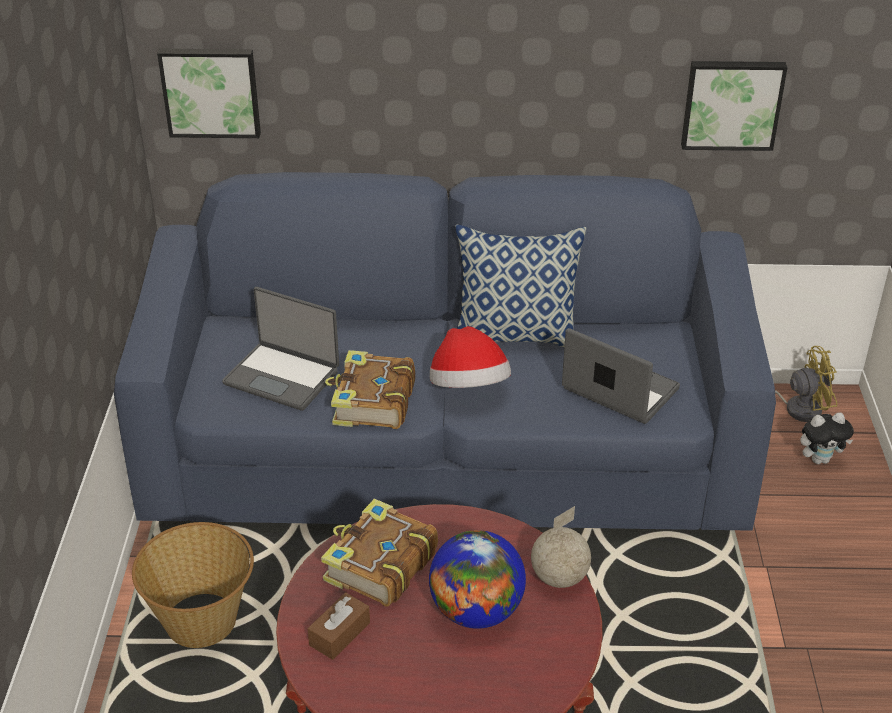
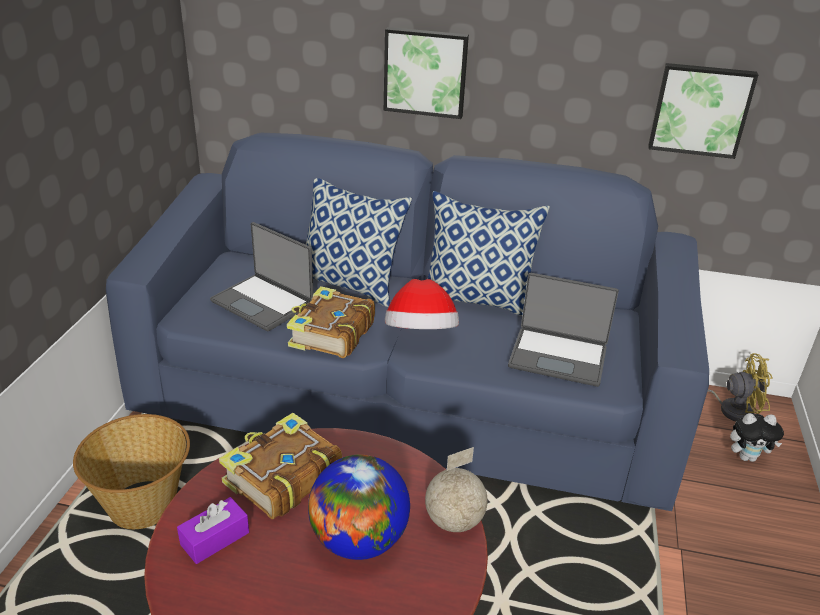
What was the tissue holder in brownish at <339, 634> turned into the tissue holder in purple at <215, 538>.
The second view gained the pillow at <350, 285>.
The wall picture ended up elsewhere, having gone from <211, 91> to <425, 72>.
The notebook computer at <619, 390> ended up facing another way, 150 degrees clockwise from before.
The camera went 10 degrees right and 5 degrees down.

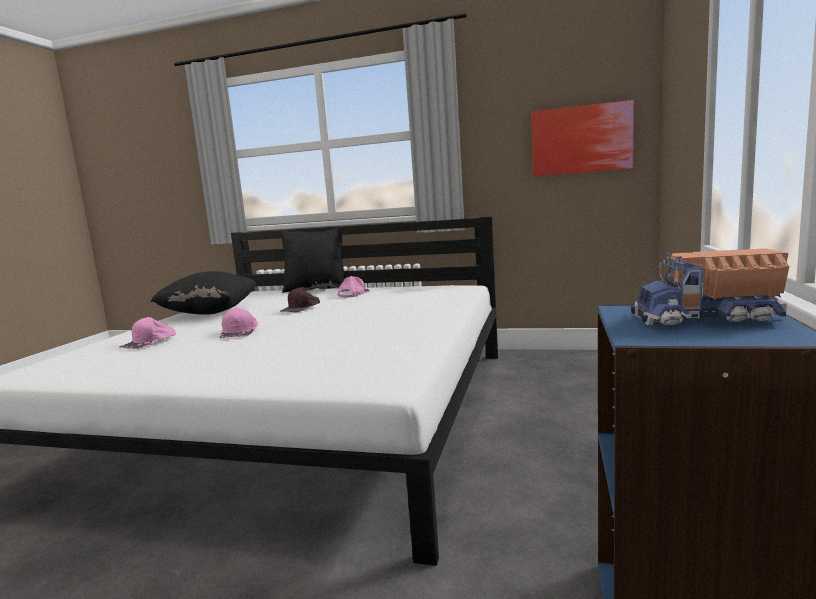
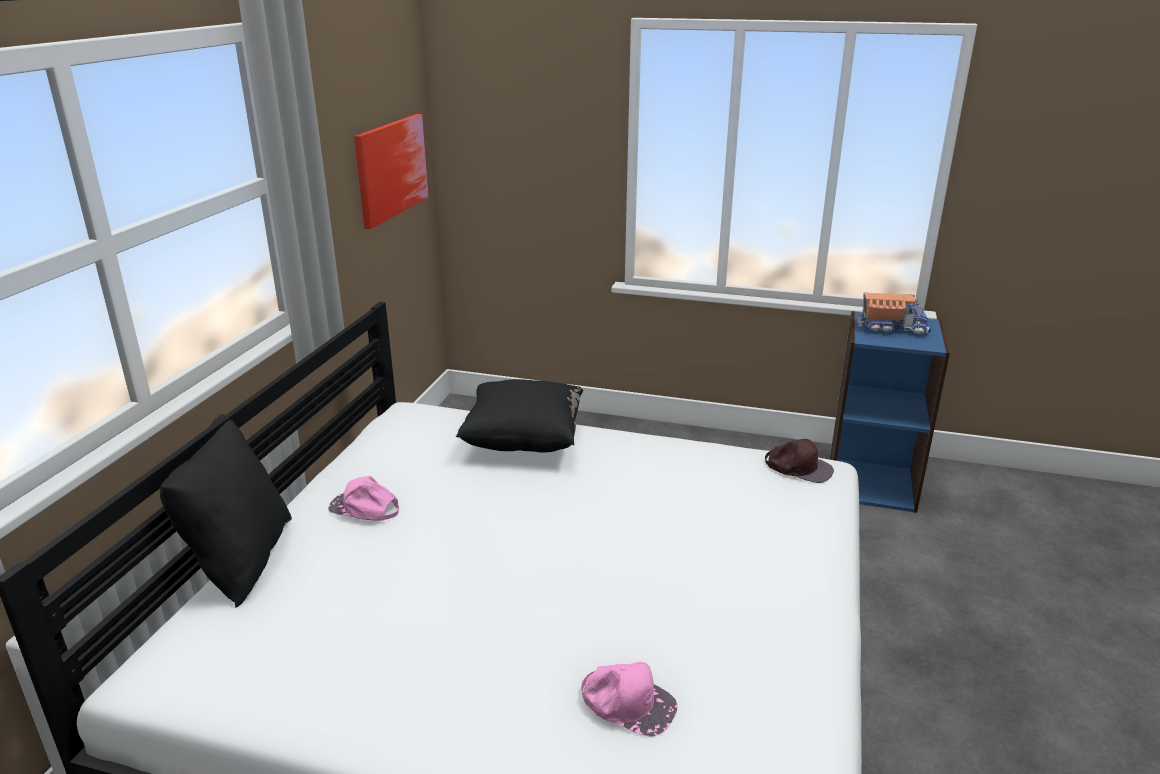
The pillow in black-coloured ended up elsewhere, having gone from <210, 312> to <523, 442>.
The peaked cap in brownish ended up elsewhere, having gone from <301, 308> to <798, 467>.
The model truck at <707, 318> ended up facing another way, 90 degrees counterclockwise from before.
The second view lost the peaked cap in pinkish at <240, 331>.
The camera went 90 degrees left and 15 degrees up.

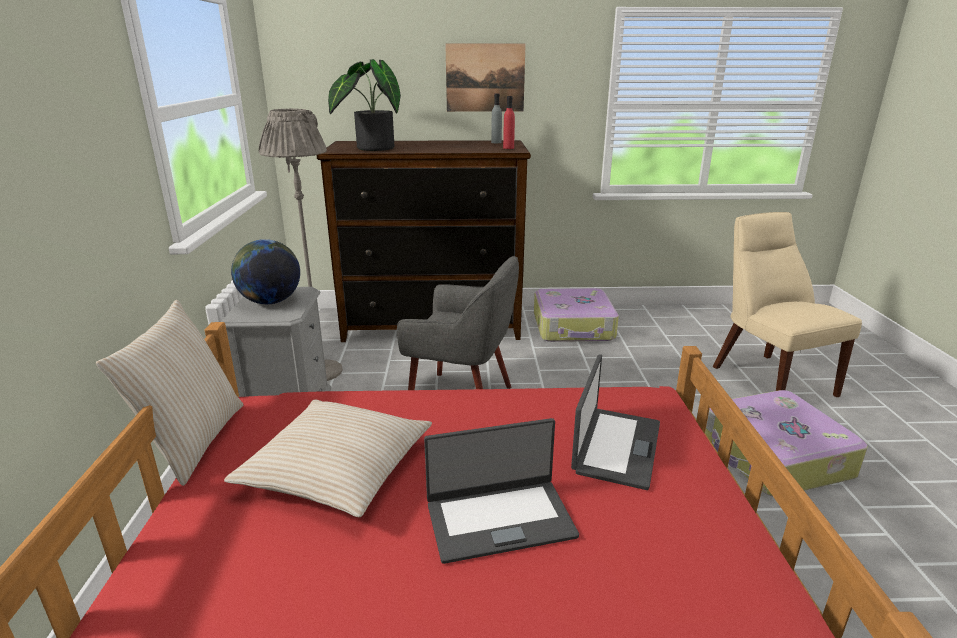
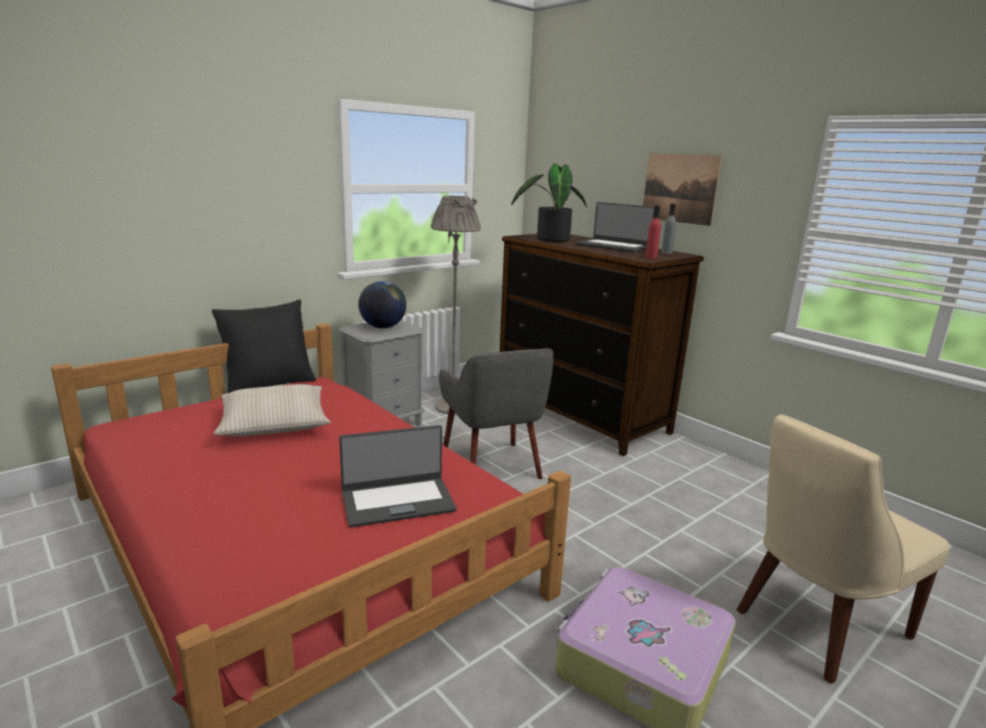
What was the pillow in beige-coloured at <193, 441> turned into the pillow in black-coloured at <269, 384>.
The notebook computer ended up elsewhere, having gone from <499, 519> to <613, 246>.
The chair in beige-coloured at <768, 378> ended up facing another way, 150 degrees counterclockwise from before.
The second view lost the suitcase at <574, 327>.
The camera went 50 degrees right and 5 degrees down.

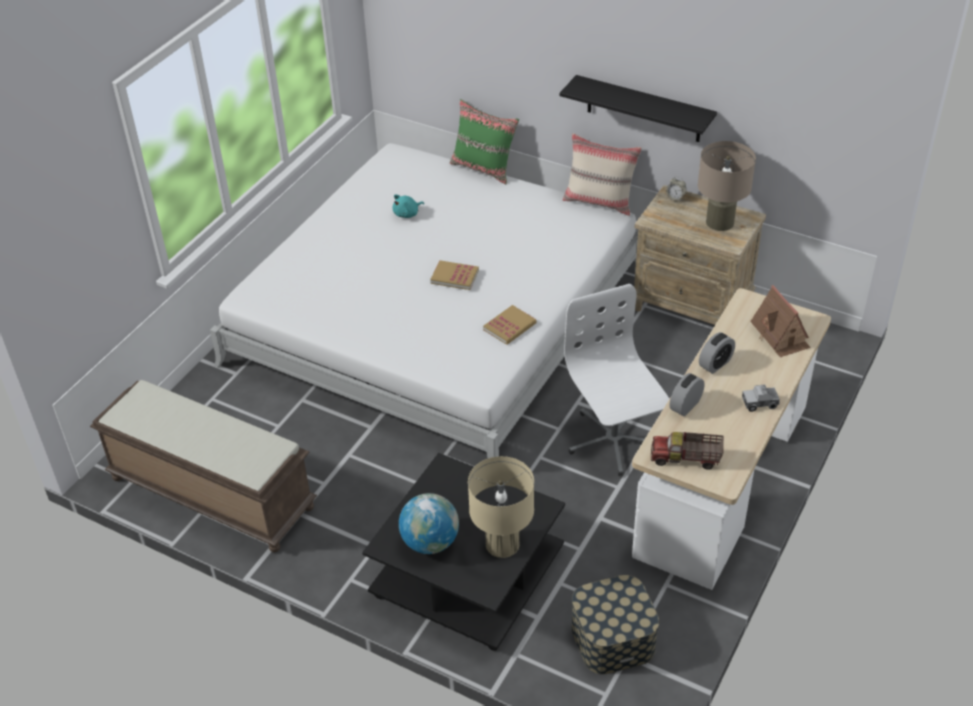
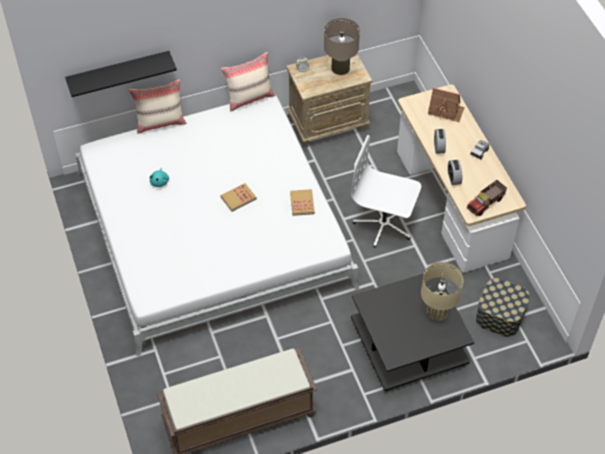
The shelf in black-coloured ended up elsewhere, having gone from <643, 109> to <119, 73>.
What was the pillow in green-coloured at <484, 168> turned into the pillow in beige-coloured at <160, 122>.
The second view lost the world globe at <430, 542>.
The camera went 50 degrees left and 10 degrees up.

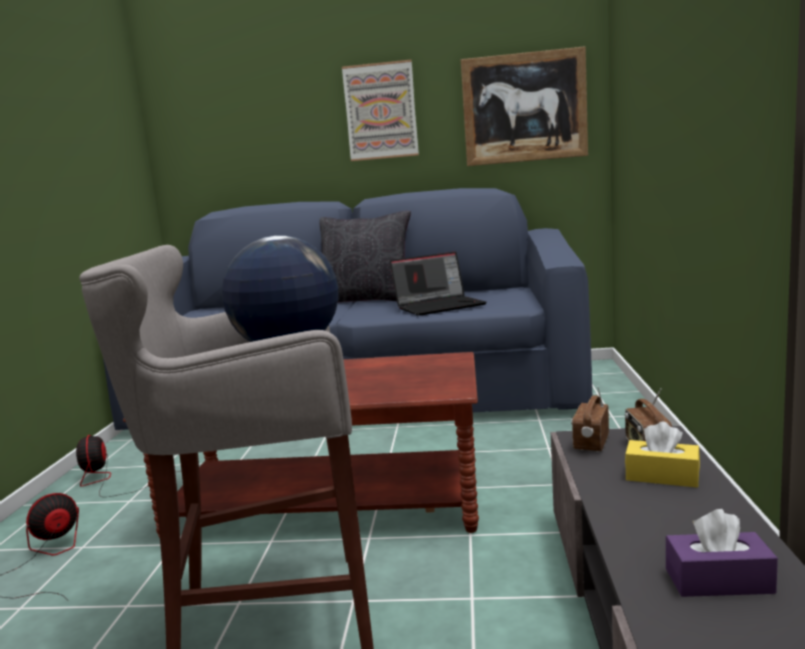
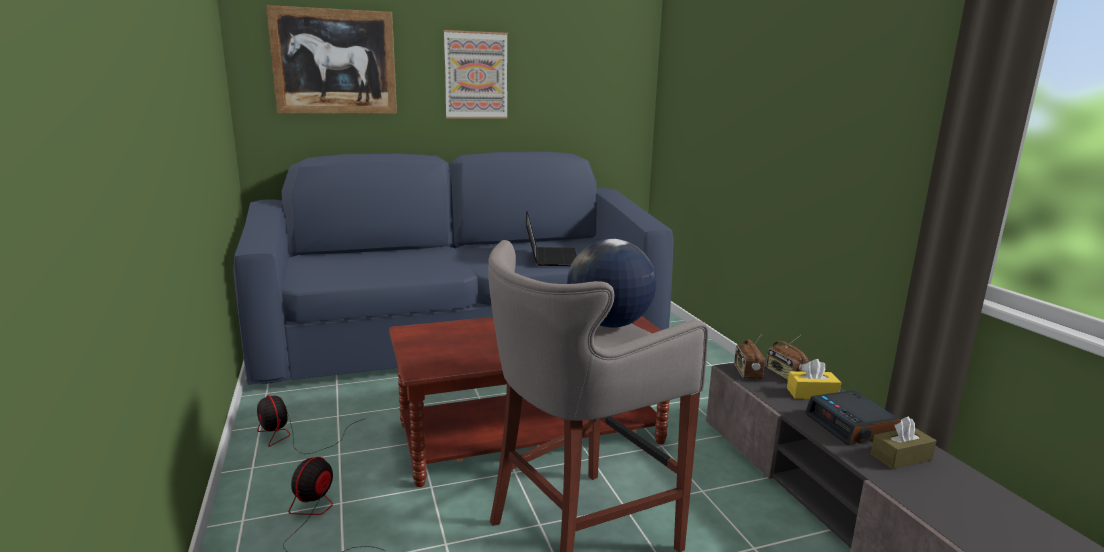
The wall picture ended up elsewhere, having gone from <524, 108> to <334, 62>.
The notebook computer at <440, 306> ended up facing another way, 45 degrees counterclockwise from before.
The second view gained the table clock at <851, 426>.
What was the tissue holder in purple at <718, 581> turned into the tissue holder in brownish at <901, 457>.
The second view lost the pillow in black-coloured at <366, 300>.
The camera went 25 degrees left and 5 degrees up.

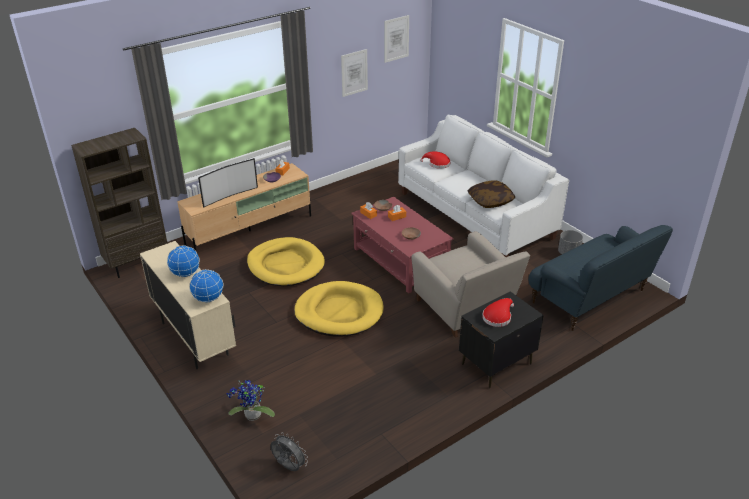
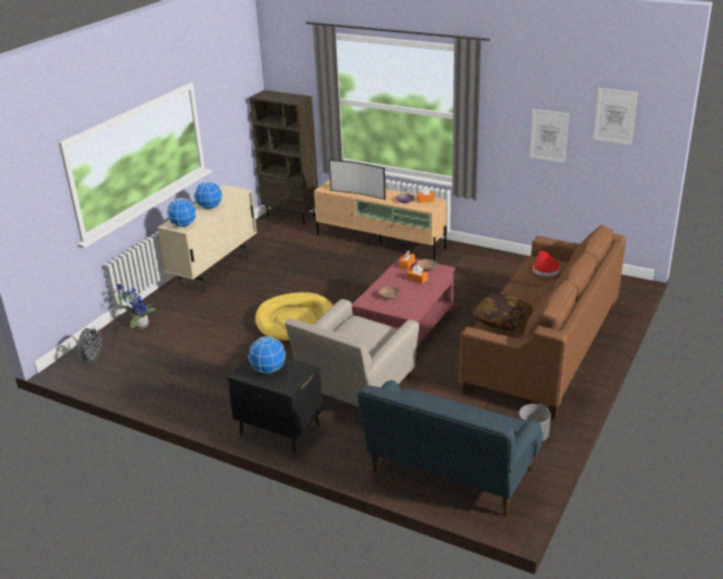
Where the hat in reddish stood at <498, 317>, the world globe came to stand at <268, 370>.
What was the settee in white-coloured at <475, 215> turned into the settee in brownish at <542, 349>.
The second view lost the pet bed in yellowish at <285, 265>.
The camera went 65 degrees right and 5 degrees down.

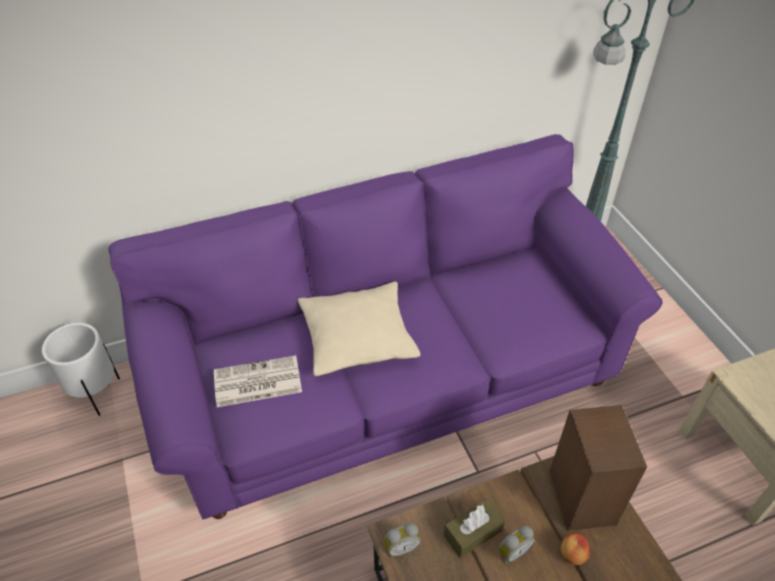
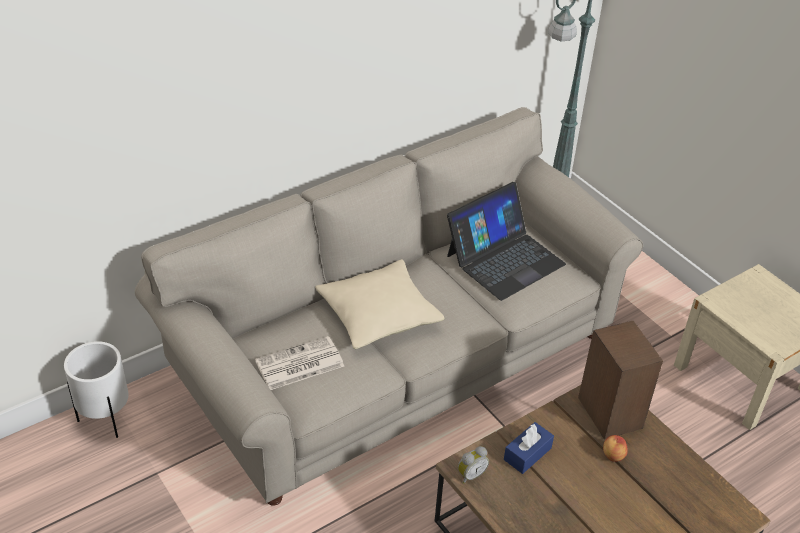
What was the settee in purple at <387, 374> turned into the settee in beige-coloured at <395, 357>.
The second view gained the notebook computer at <504, 259>.
What was the tissue holder in brownish at <473, 533> turned into the tissue holder in blue at <527, 454>.
The second view lost the table clock at <512, 552>.
The camera went 15 degrees left and 5 degrees down.

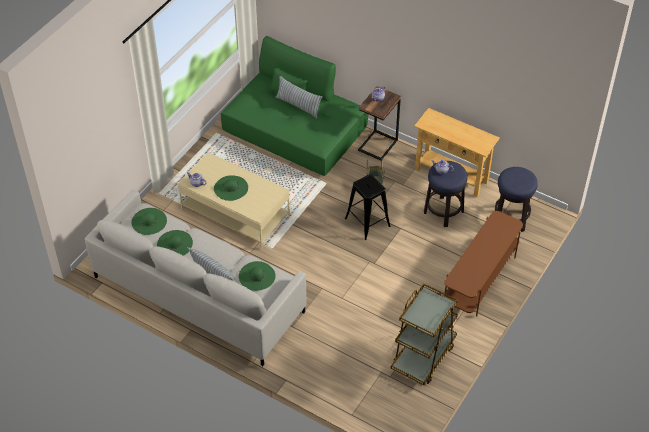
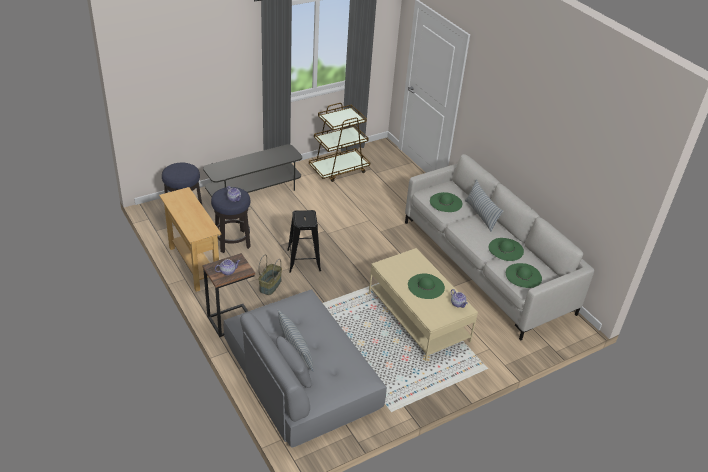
What was the tv stand in brownish at <480, 279> turned into the tv stand in grey at <254, 191>.
What was the settee in green-coloured at <295, 129> turned into the settee in grey at <300, 375>.
The camera went 155 degrees left and 10 degrees down.

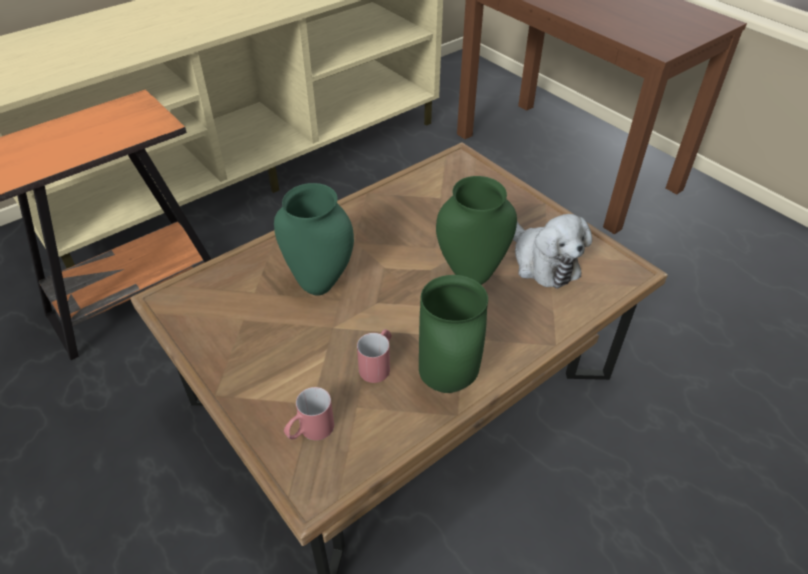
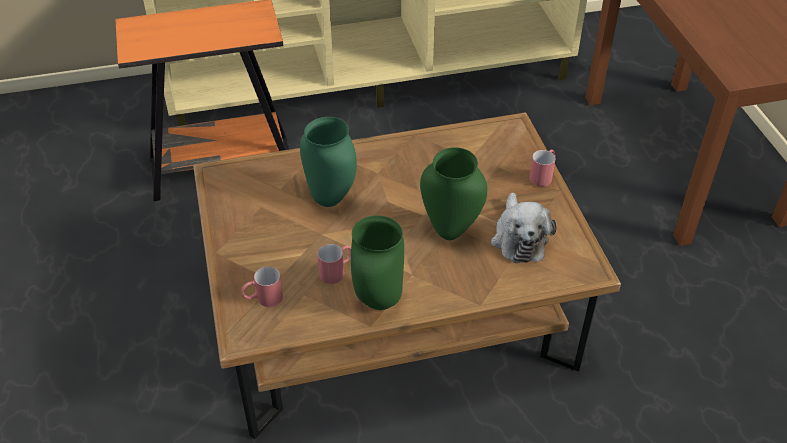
The second view gained the mug in reddish at <543, 175>.
The camera went 25 degrees right and 0 degrees up.

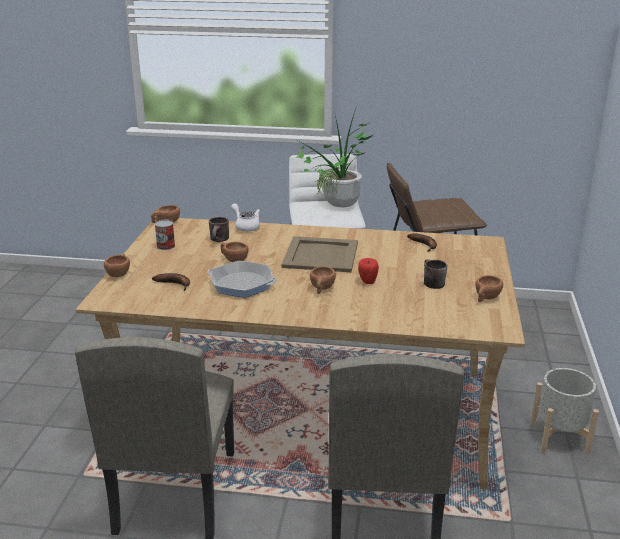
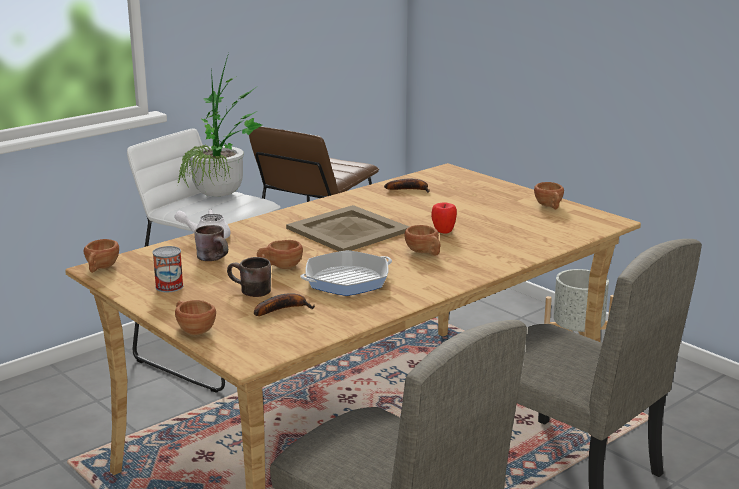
The mug in brownish ended up elsewhere, having gone from <430, 283> to <249, 292>.
The camera went 50 degrees left and 5 degrees down.

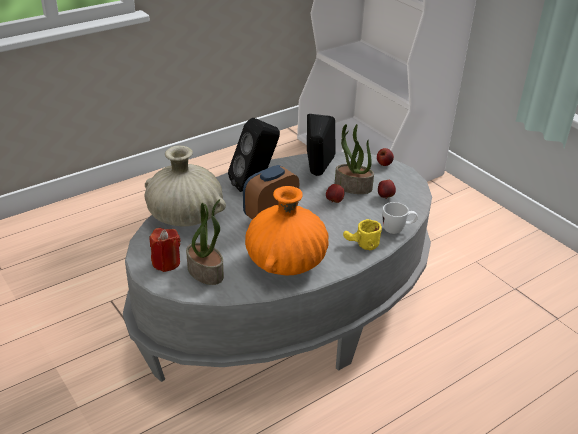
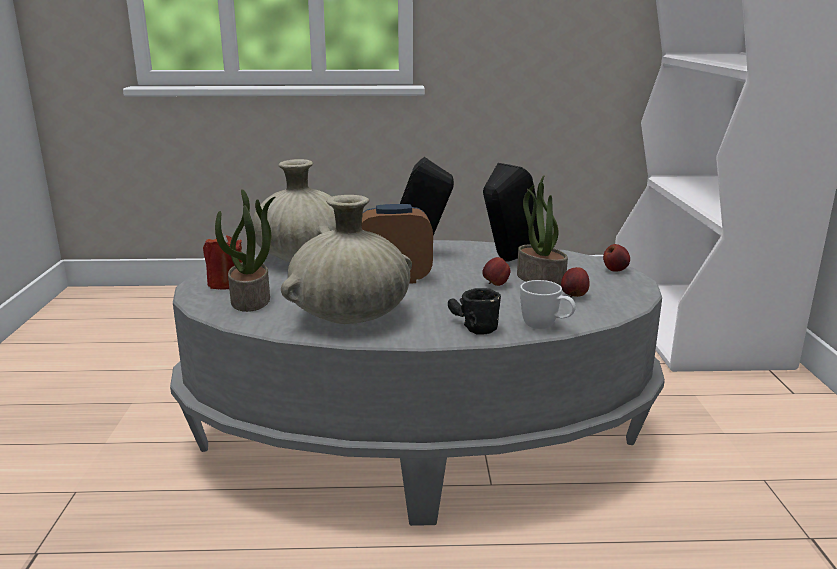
What was the vase in orange-coloured at <285, 262> turned into the vase in beige-coloured at <350, 316>.
What was the mug in yellowish at <361, 245> turned into the mug in black-coloured at <470, 327>.
The camera went 35 degrees right and 15 degrees down.

